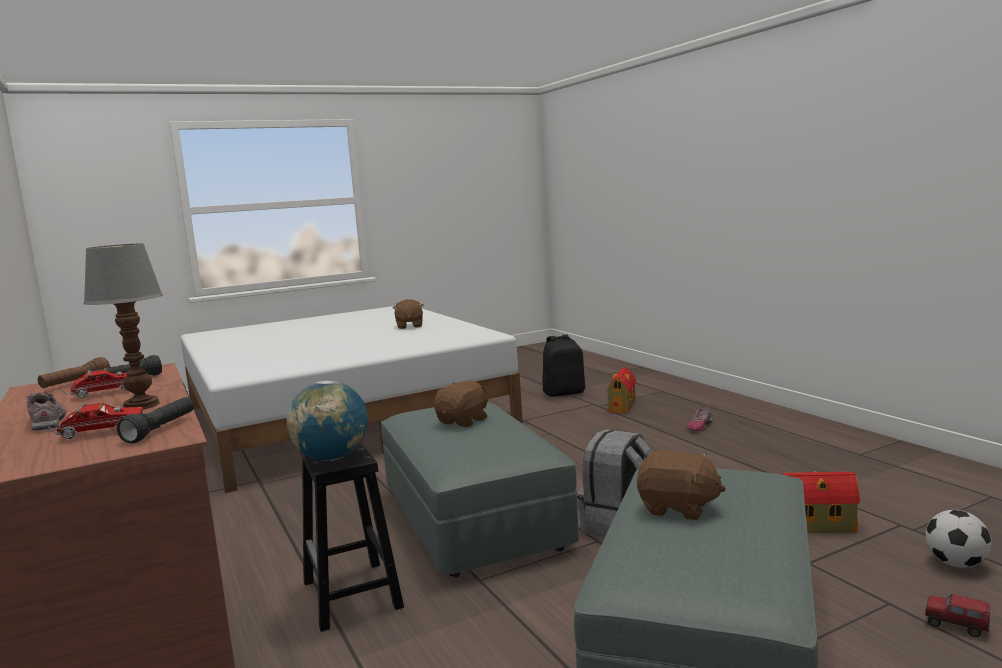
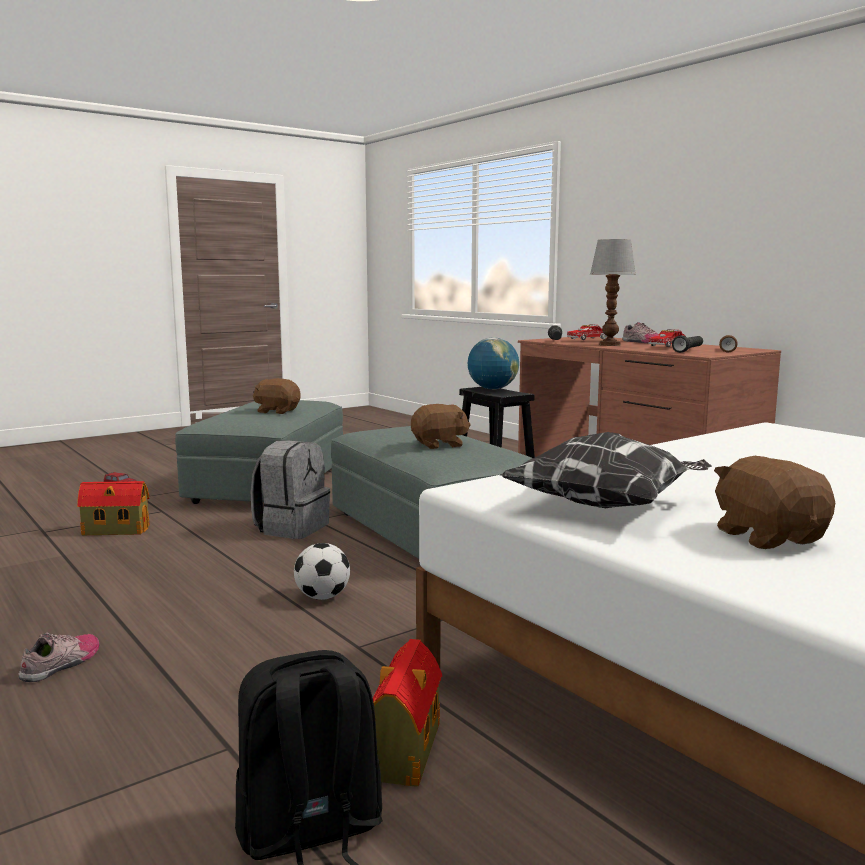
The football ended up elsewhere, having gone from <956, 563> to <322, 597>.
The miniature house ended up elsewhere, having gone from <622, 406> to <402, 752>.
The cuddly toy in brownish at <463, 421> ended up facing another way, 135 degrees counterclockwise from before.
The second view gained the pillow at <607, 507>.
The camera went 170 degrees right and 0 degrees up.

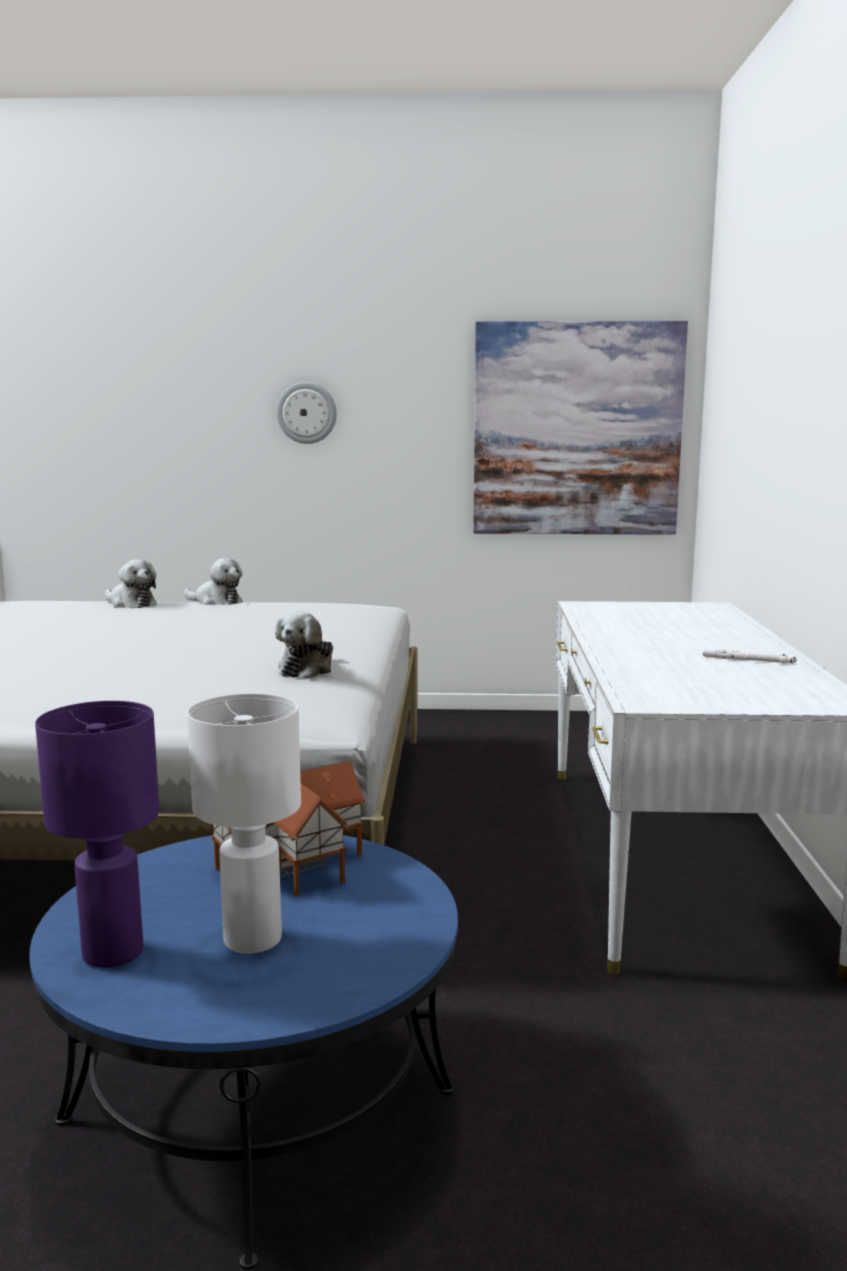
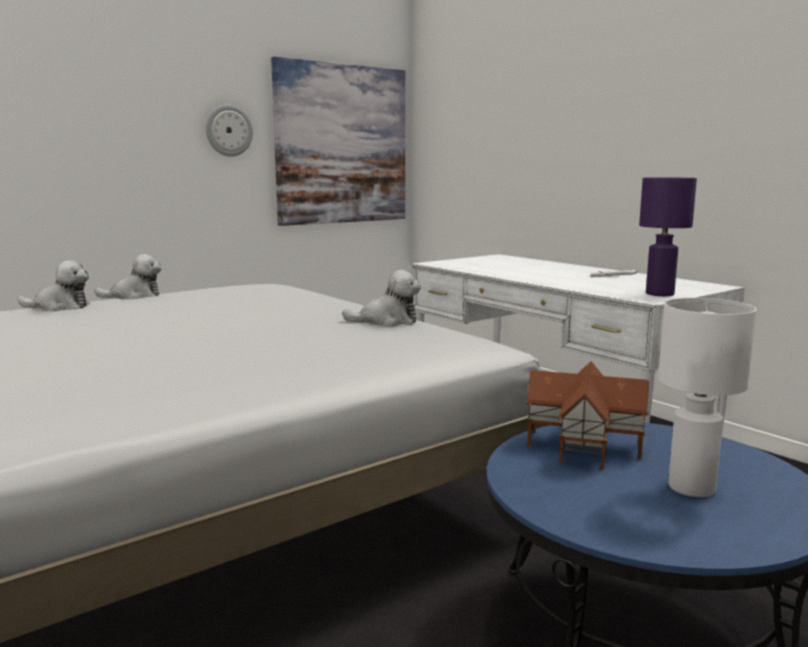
The wall clock ended up elsewhere, having gone from <307, 413> to <228, 130>.
The cuddly toy at <307, 669> ended up facing another way, 75 degrees counterclockwise from before.
The tabletop lamp in purple ended up elsewhere, having gone from <111, 953> to <659, 294>.
The camera went 40 degrees left and 0 degrees up.

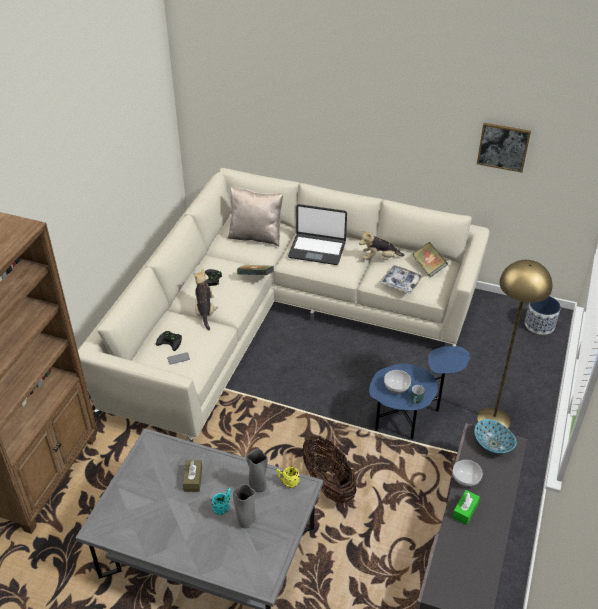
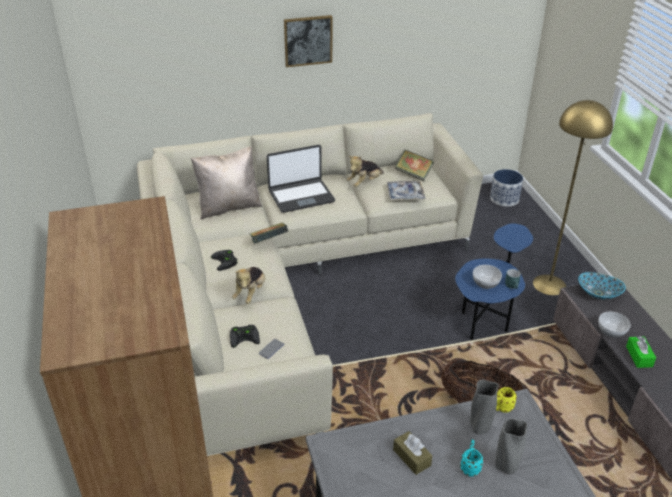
The cuddly toy at <205, 311> ended up facing another way, 120 degrees counterclockwise from before.
The wall picture ended up elsewhere, having gone from <503, 147> to <308, 40>.
The camera went 35 degrees left and 5 degrees down.

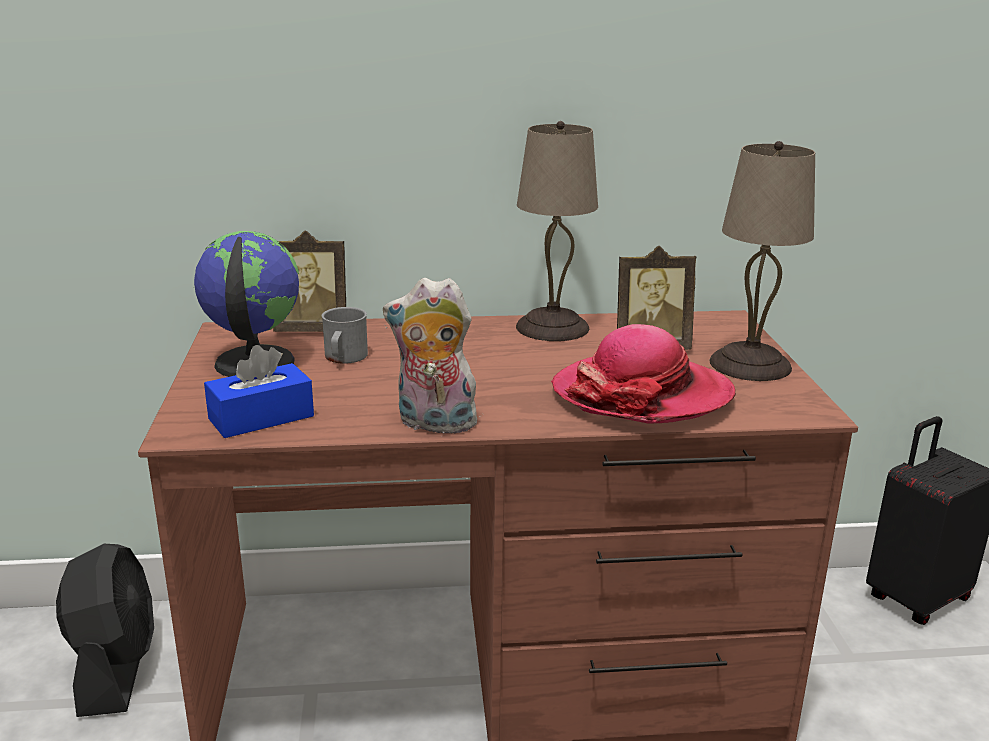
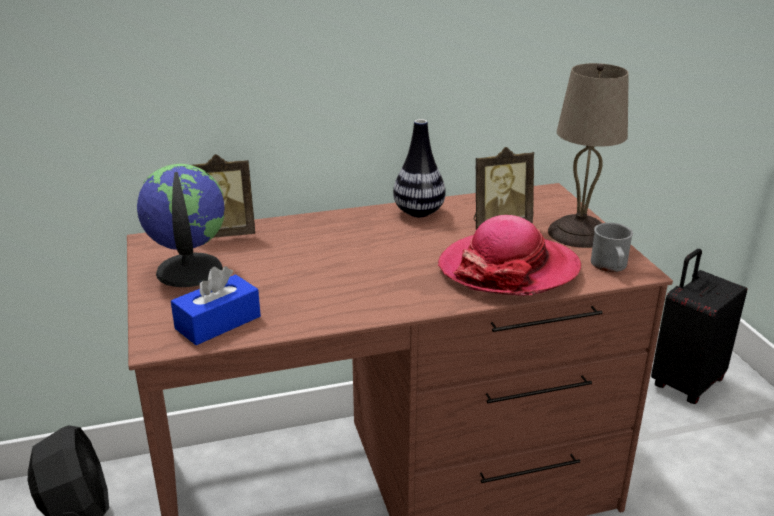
Where the tabletop lamp in beige-coloured stood at <554, 327>, the vase came to stand at <419, 212>.
The mug in grey ended up elsewhere, having gone from <344, 358> to <610, 266>.
The second view lost the cuddly toy at <433, 424>.
The camera went 10 degrees left and 5 degrees up.

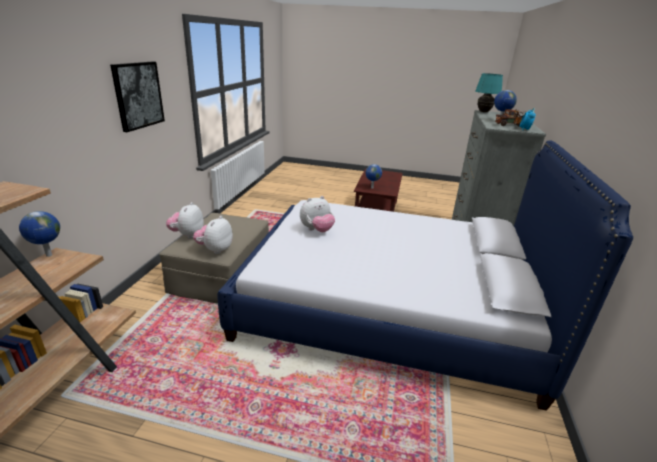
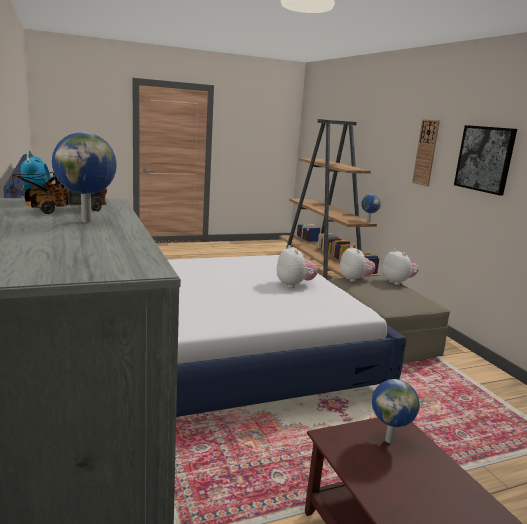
The cuddly toy at <317, 230> ended up facing another way, 135 degrees clockwise from before.
The second view gained the wall clock at <426, 152>.
The second view lost the tabletop lamp in turquoise at <483, 112>.
The camera went 145 degrees right and 10 degrees down.

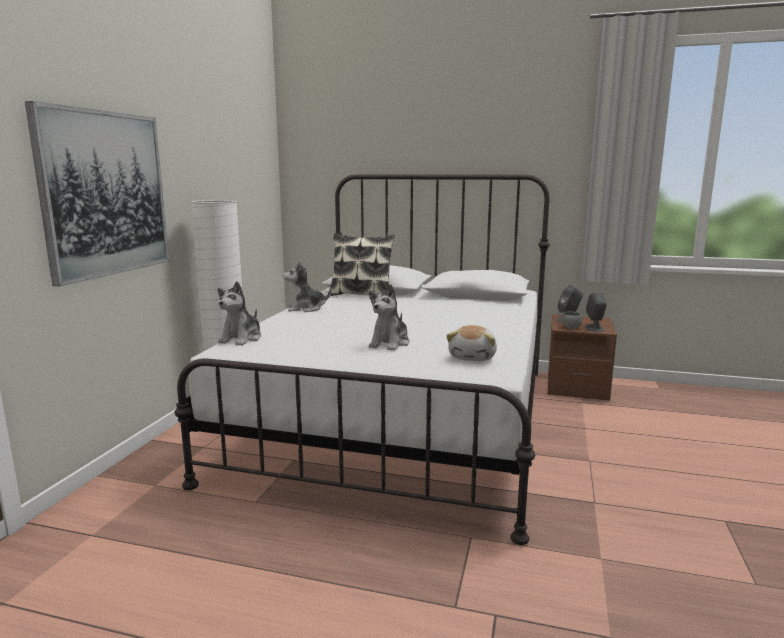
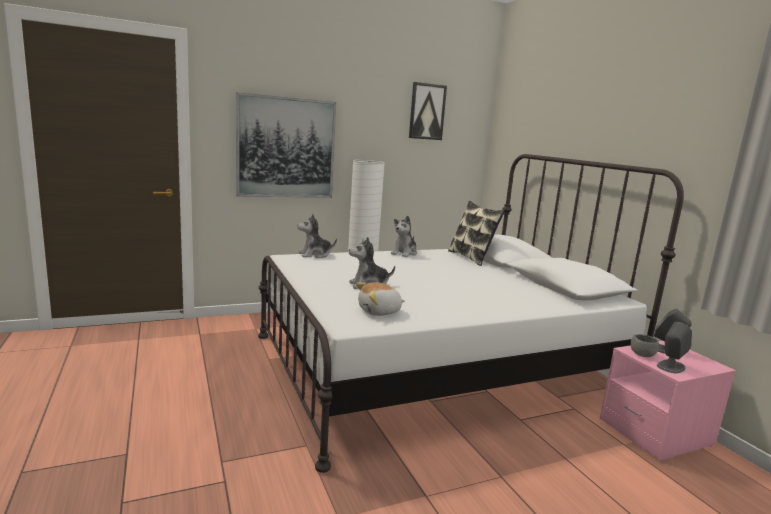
The cuddly toy at <306, 309> ended up facing another way, 105 degrees counterclockwise from before.
The second view gained the wall picture at <427, 111>.
What was the bedside table in brownish at <576, 387> turned into the bedside table in pinkish at <655, 432>.
The camera went 50 degrees right and 0 degrees up.

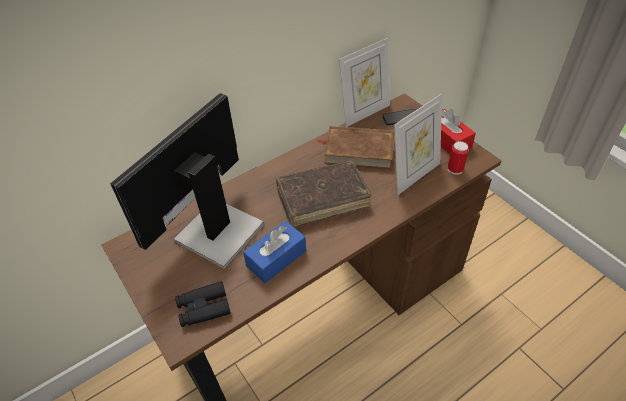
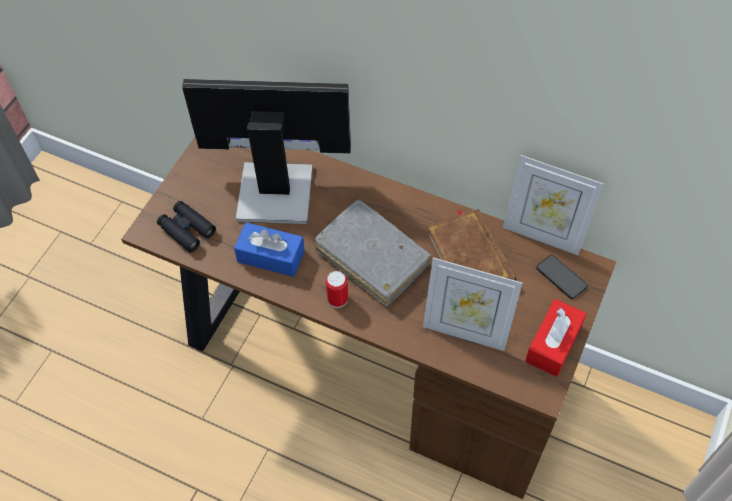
What was the book in brownish at <322, 199> turned into the book in grey at <372, 258>.
The can ended up elsewhere, having gone from <455, 169> to <337, 299>.
The camera went 60 degrees right and 10 degrees up.

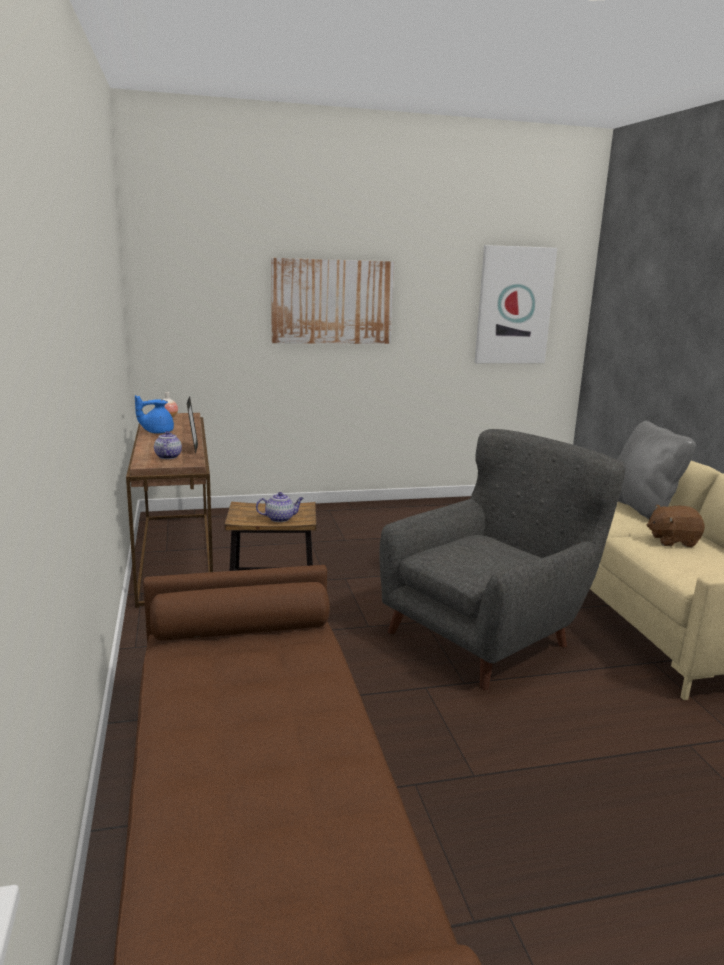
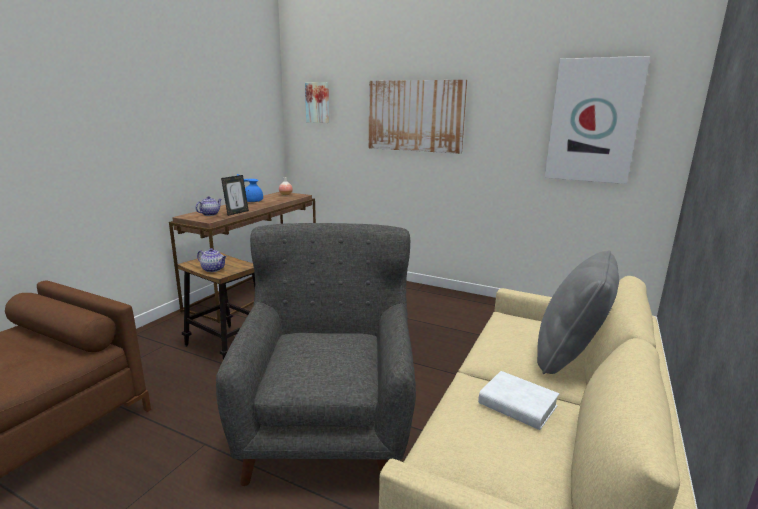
The easy chair in grey at <487, 635> ended up facing another way, 90 degrees counterclockwise from before.
The second view gained the wall picture at <318, 102>.
Where the cuddly toy in brownish stood at <672, 541>, the book in white-coloured came to stand at <517, 405>.
The camera went 40 degrees right and 0 degrees up.

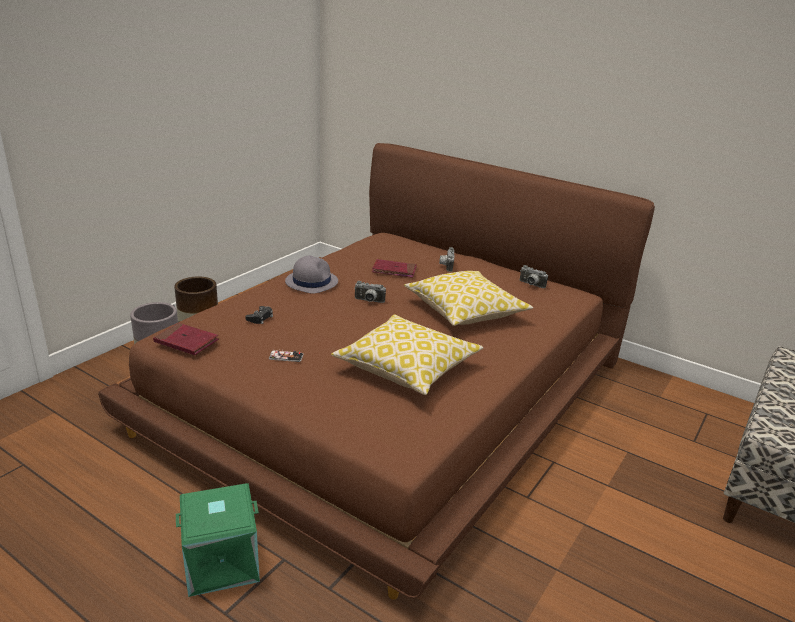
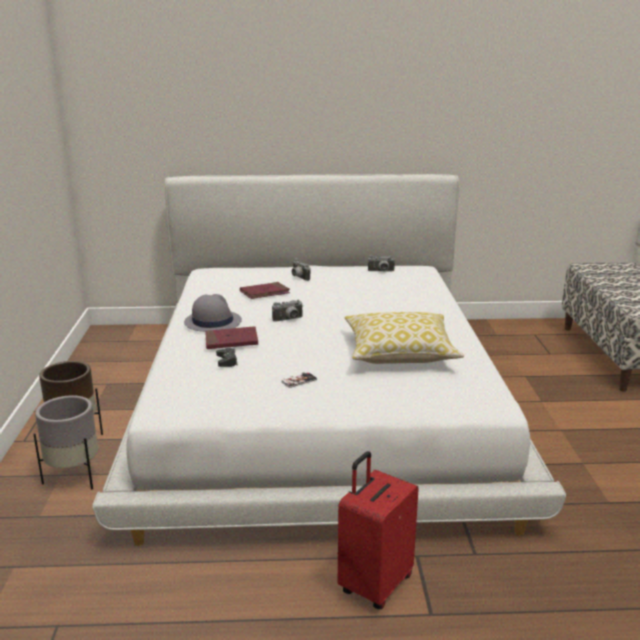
What was the bed in brownish at <392, 391> turned into the bed in white-coloured at <320, 405>.
The book in reddish ended up elsewhere, having gone from <186, 342> to <231, 341>.
Where the storage bin in green-coloured stood at <222, 561>, the suitcase in reddish came to stand at <374, 584>.
The second view lost the pillow at <465, 311>.
The camera went 35 degrees left and 5 degrees down.

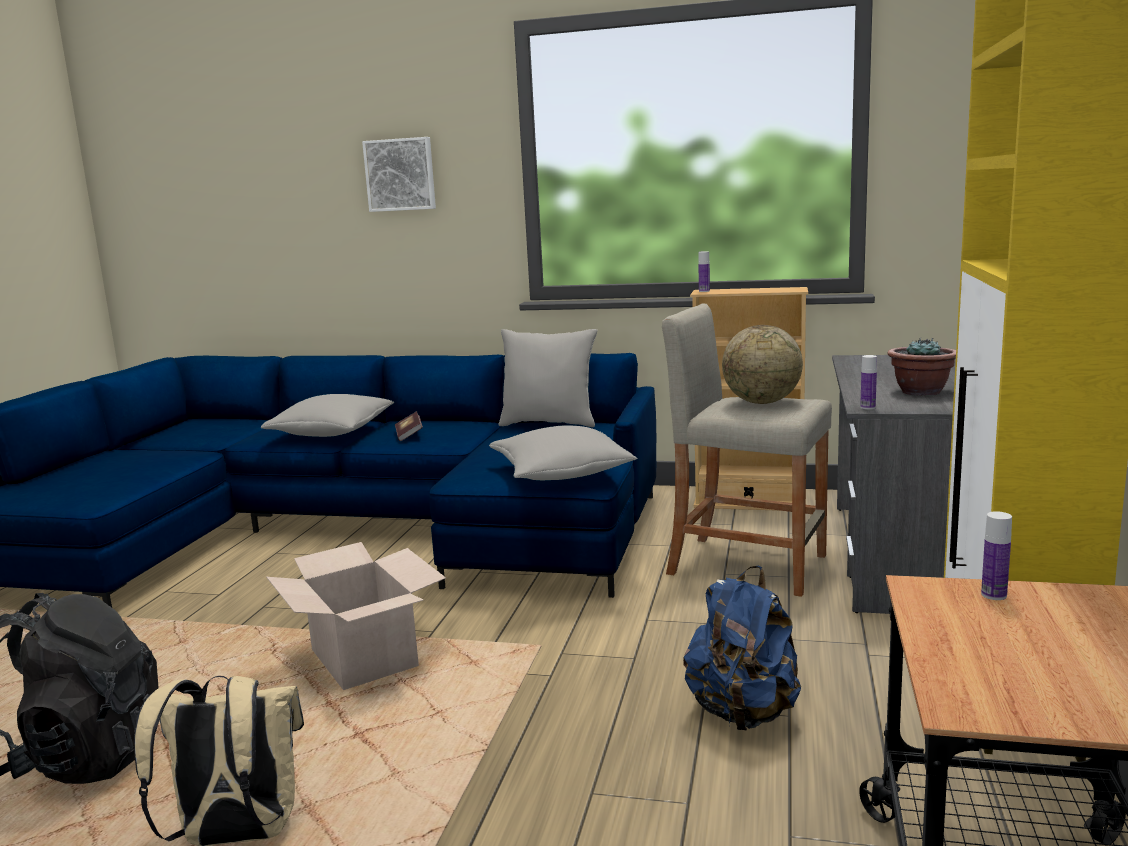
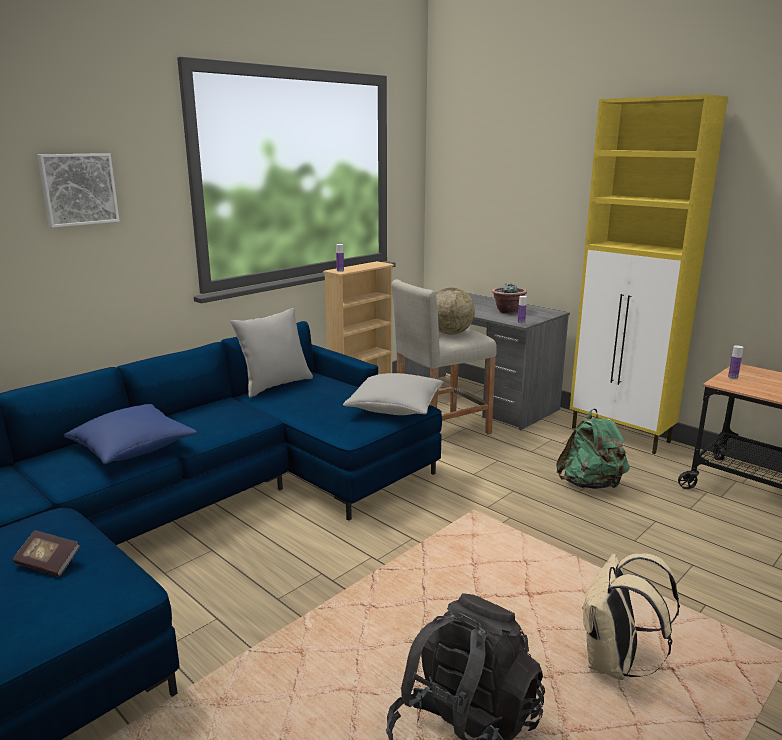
The book ended up elsewhere, having gone from <409, 435> to <48, 563>.
What was the pillow in grey at <332, 433> turned into the pillow in blue at <132, 448>.
What was the backpack in blue at <743, 713> turned into the backpack in green-coloured at <590, 484>.
The second view lost the packing box at <363, 659>.
The camera went 60 degrees left and 5 degrees up.

